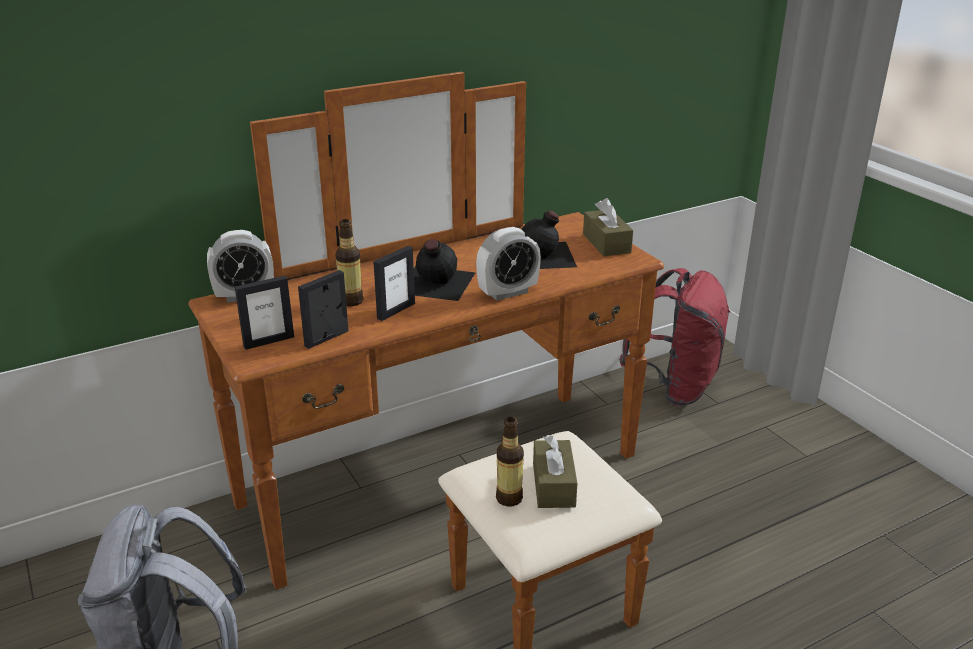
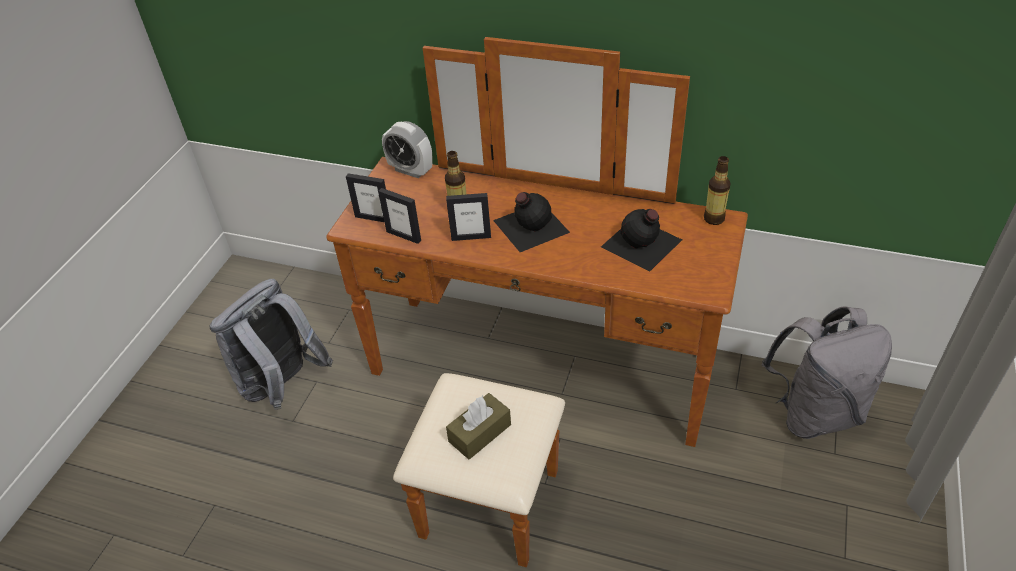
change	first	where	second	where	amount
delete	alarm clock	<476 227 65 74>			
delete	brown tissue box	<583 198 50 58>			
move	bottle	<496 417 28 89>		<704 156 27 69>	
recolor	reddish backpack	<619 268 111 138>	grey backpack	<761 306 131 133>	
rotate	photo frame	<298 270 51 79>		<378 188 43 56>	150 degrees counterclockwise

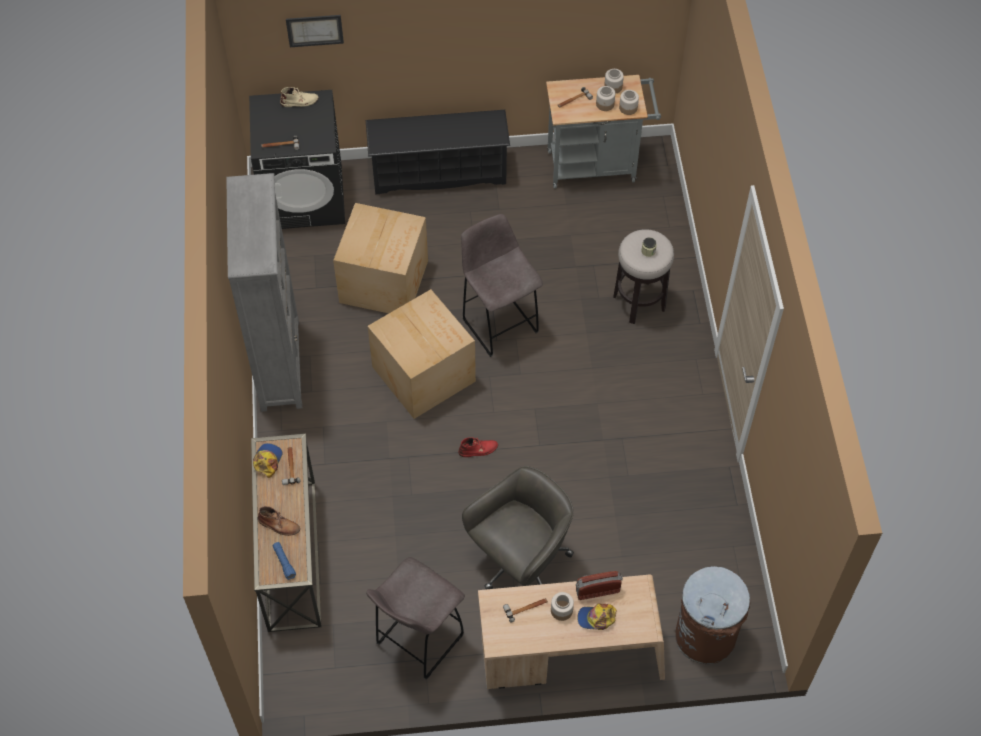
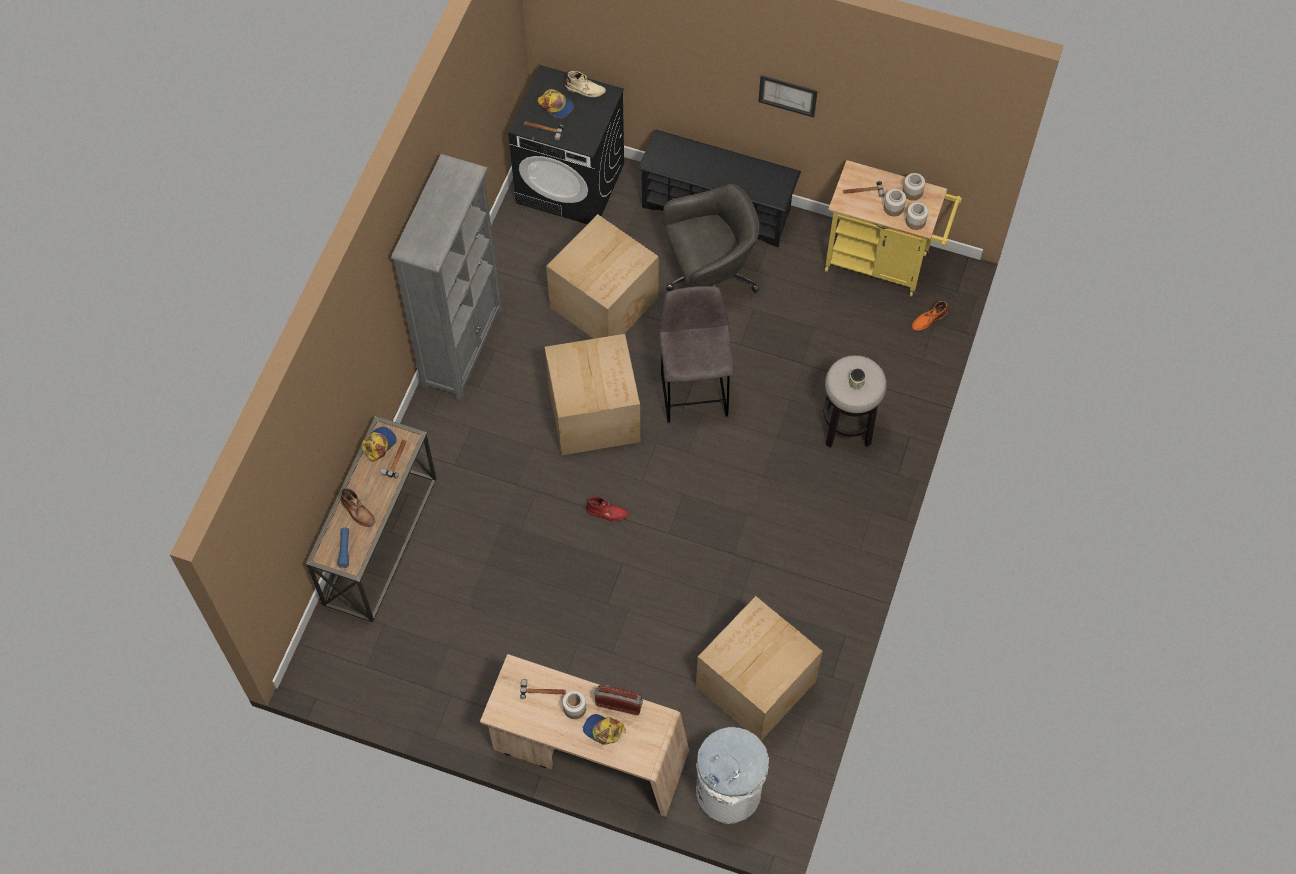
change	first	where	second	where	amount
delete	grey sitting stool	<366 557 99 122>			
insert			baseball cap	<538 89 35 29>	
insert			cardboard box	<696 596 127 145>	
insert			orangey boot	<912 301 36 30>	
move	wall picture	<286 15 58 32>		<758 75 60 43>	
move	grey desk chair	<462 466 112 123>		<663 184 97 109>	
recolor	grey wheeled cart	<546 75 115 114>	yellow-coloured wheeled cart	<825 160 137 137>	
recolor	brown rubbish bin	<675 566 75 98>	white-coloured rubbish bin	<696 727 73 97>	

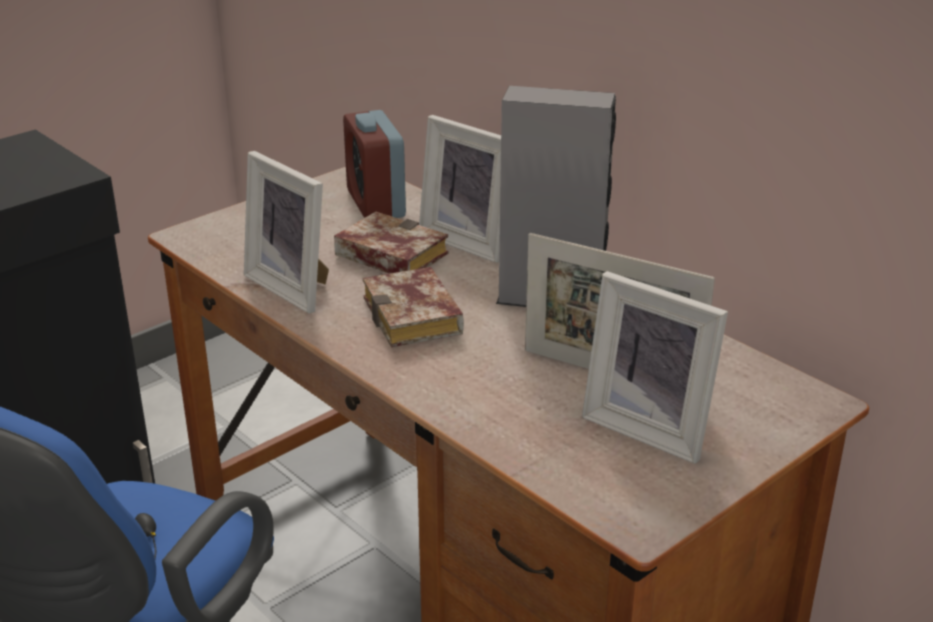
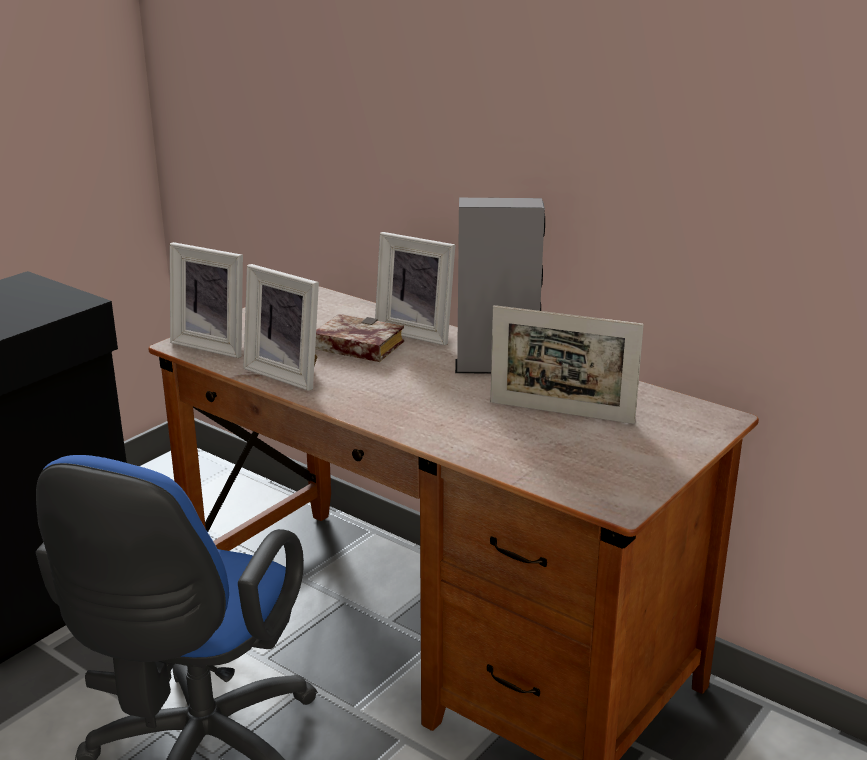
change	first	where	second	where	amount
delete	alarm clock	<343 110 63 108>			
delete	book	<363 267 101 80>			
move	photo frame	<582 271 146 193>		<170 242 73 116>	

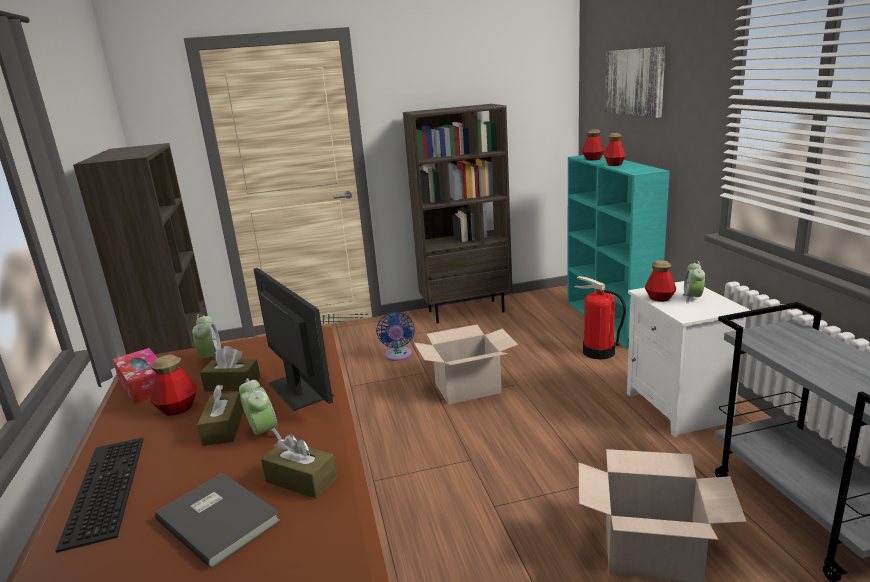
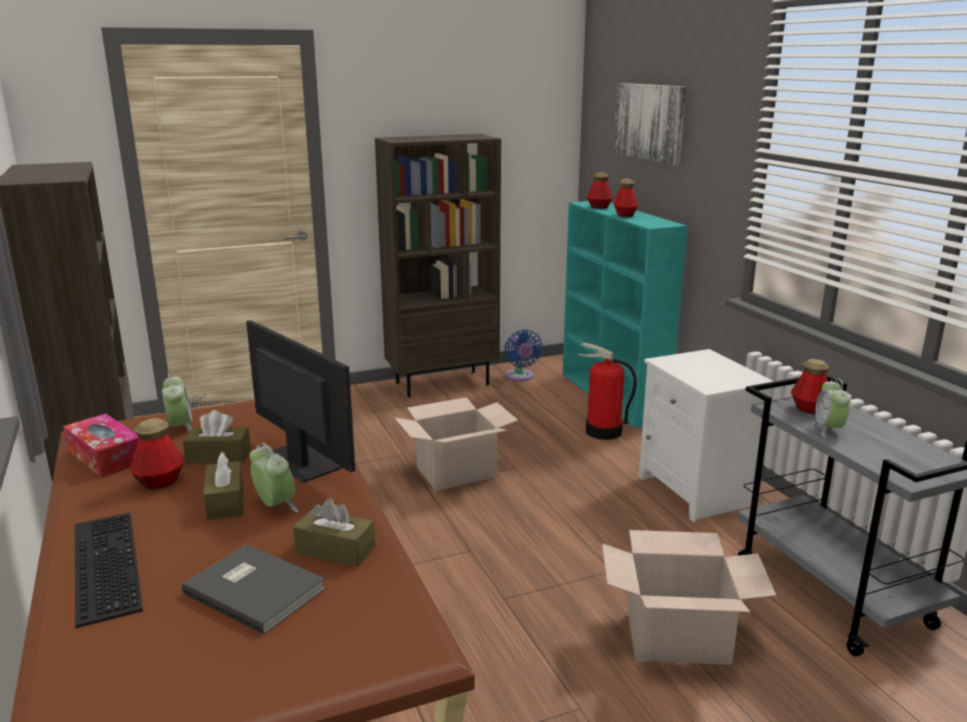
change	first	where	second	where	amount
move	blue-coloured cooling fan	<376 312 39 49>		<504 330 39 51>	
move	bottle	<645 260 31 42>		<791 359 39 55>	
move	alarm clock	<683 261 22 43>		<812 378 38 60>	

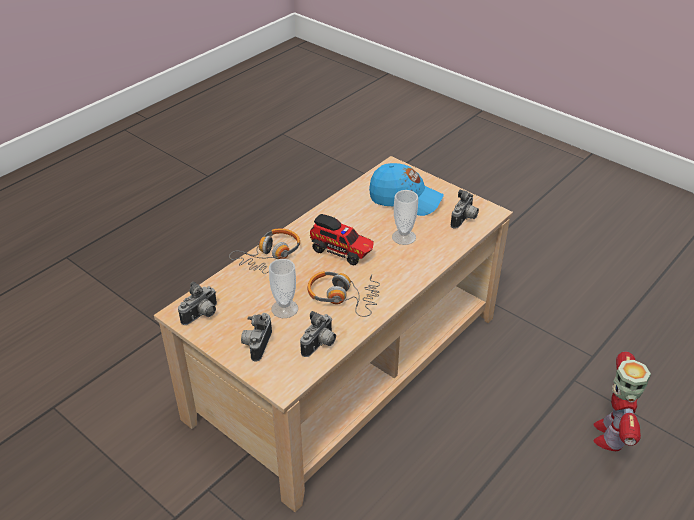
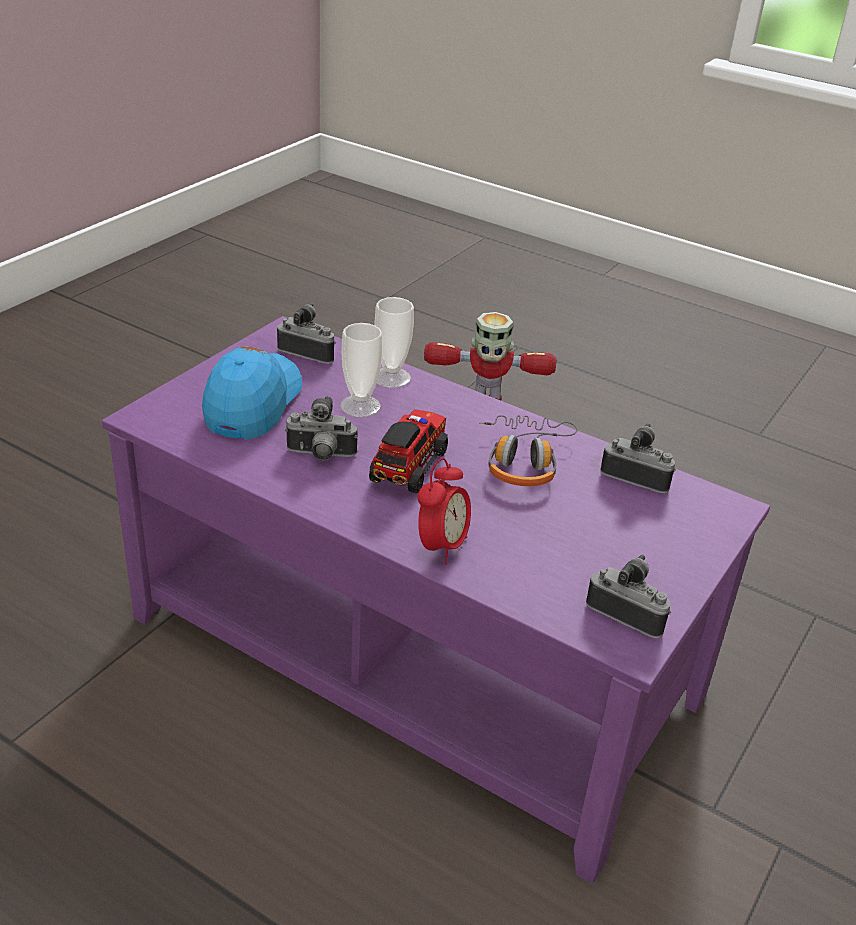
change	first	where	second	where	amount
move	still camera	<241 313 31 48>		<285 396 73 64>	
move	small cup	<269 259 29 59>		<374 297 40 91>	
replace	headset	<229 229 71 45>	alarm clock	<417 458 54 107>	
recolor	beige-coloured lounge table	<154 156 359 356>	purple lounge table	<102 316 668 568>	

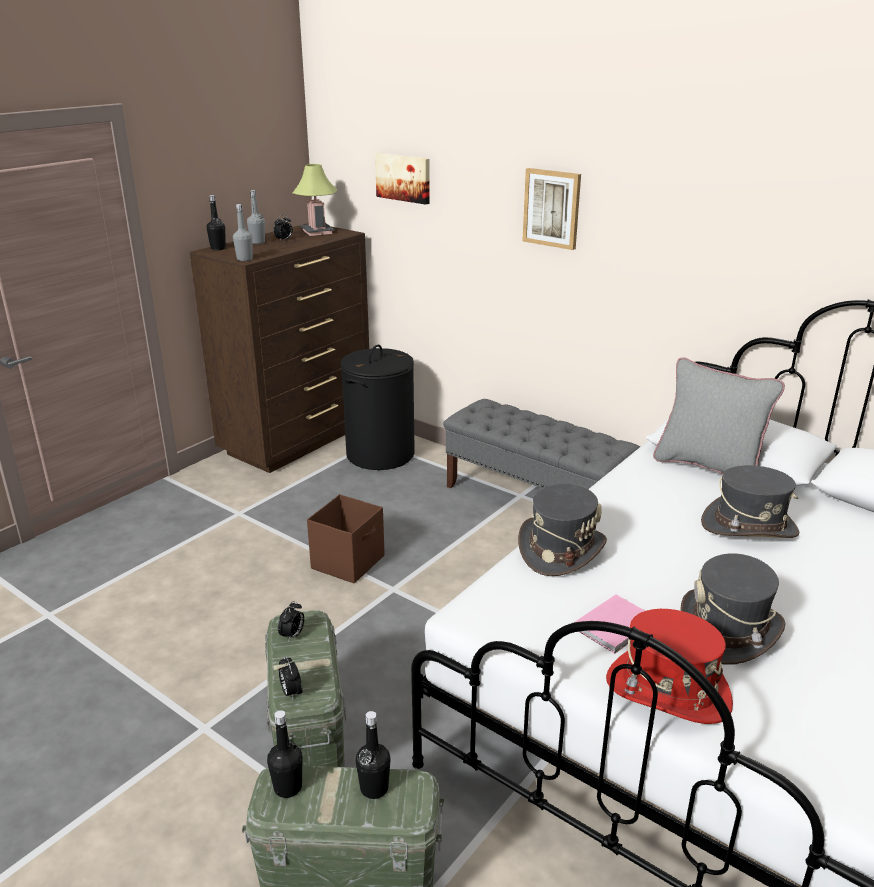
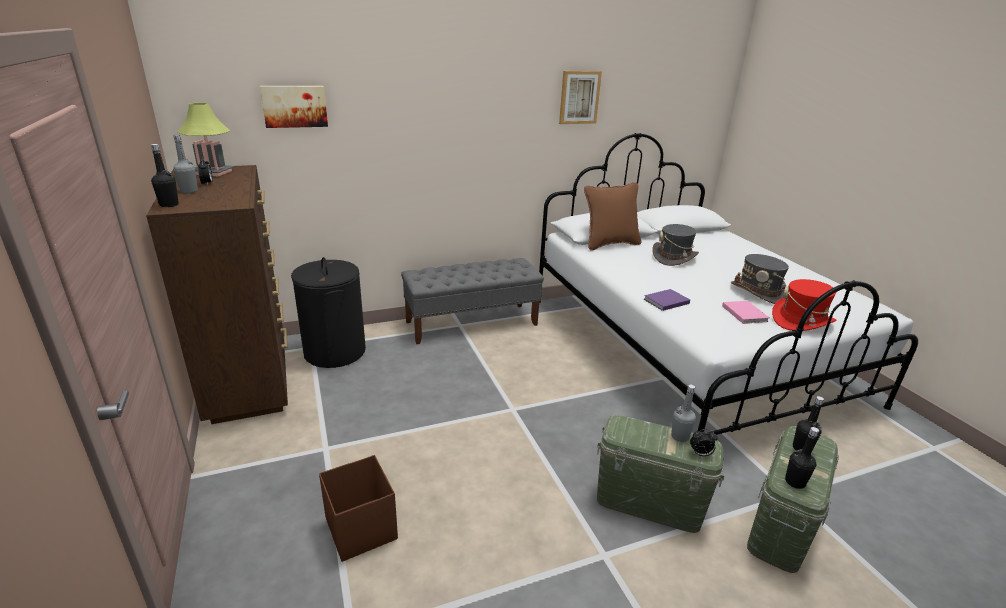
change	first	where	second	where	amount
delete	alarm clock	<278 601 26 39>			
move	grey bottle	<233 204 20 57>		<671 385 25 57>	
move	brown storage box	<307 495 78 88>		<319 455 79 107>	
move	wall picture	<522 168 59 82>		<559 71 43 53>	
replace	grey wearable hat	<518 484 89 92>	purple book	<644 289 46 22>	
recolor	grey pillow	<653 357 132 117>	brown pillow	<584 182 57 69>	

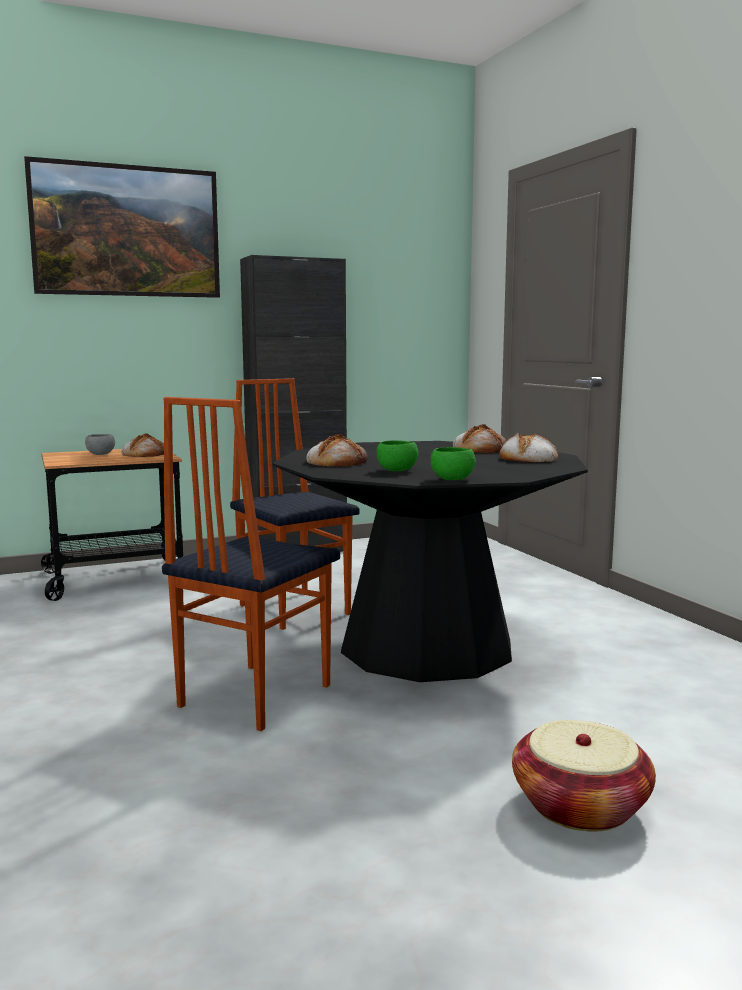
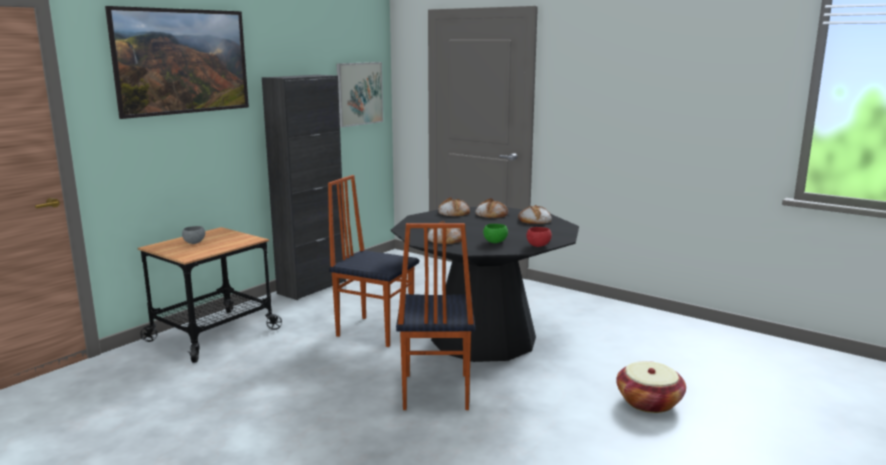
change	first	where	second	where	amount
insert			wall picture	<337 62 46 65>	
move	bread	<121 433 43 24>		<438 197 32 19>	
recolor	green-coloured bowl	<431 447 45 33>	reddish bowl	<526 227 26 20>	

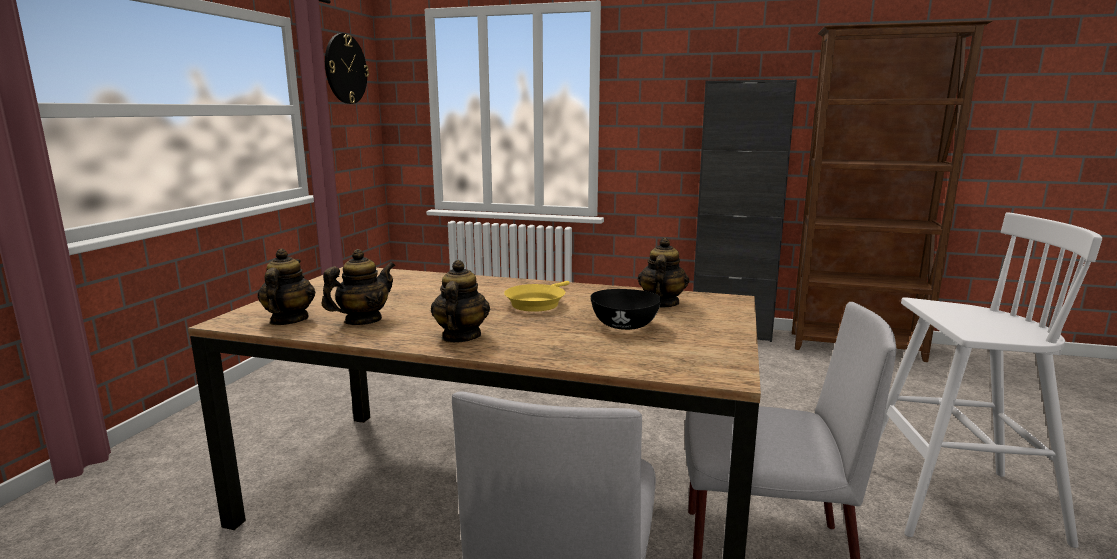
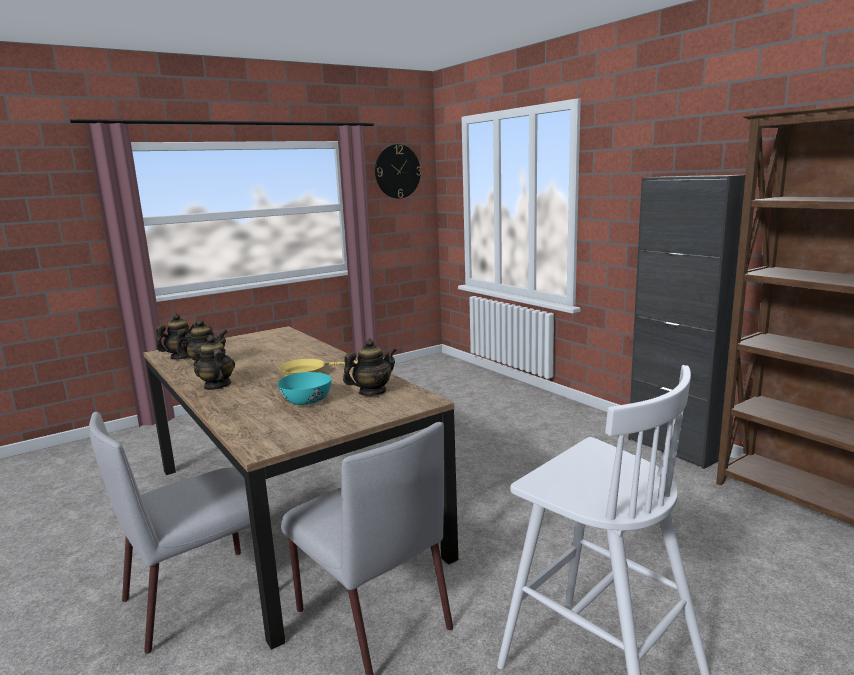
change	first	where	second	where	amount
recolor	black-coloured bowl	<591 289 70 41>	turquoise-coloured bowl	<277 372 55 33>	
rotate	teapot	<431 260 59 83>		<194 335 41 55>	75 degrees counterclockwise

